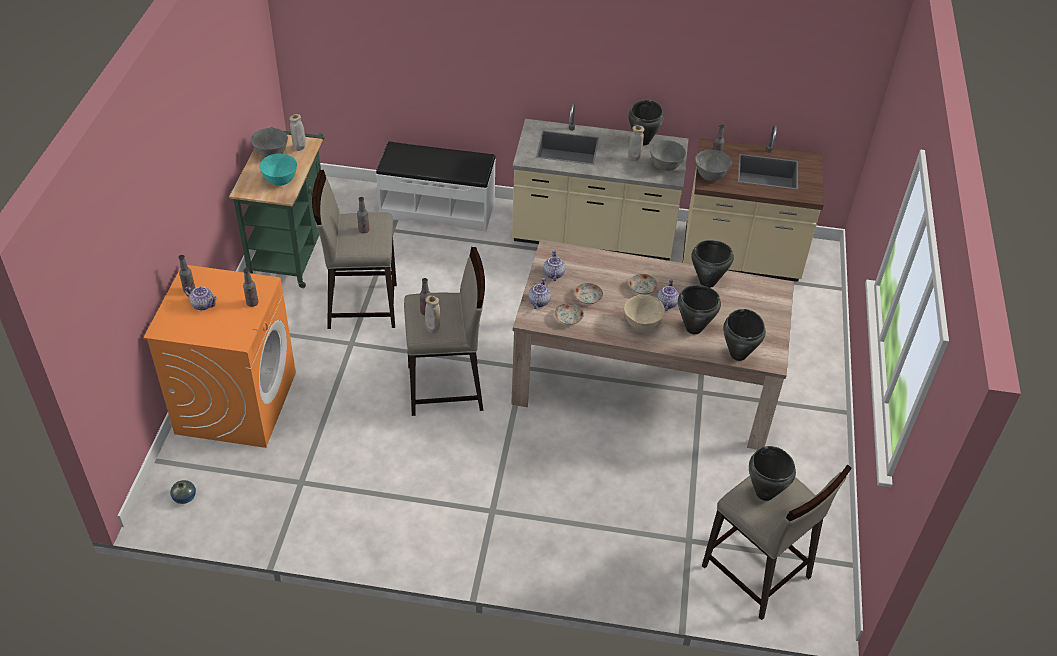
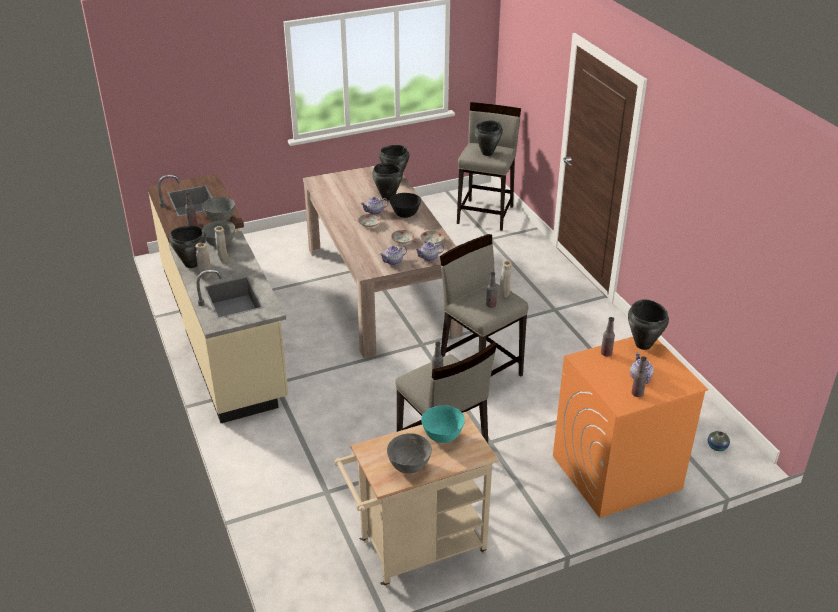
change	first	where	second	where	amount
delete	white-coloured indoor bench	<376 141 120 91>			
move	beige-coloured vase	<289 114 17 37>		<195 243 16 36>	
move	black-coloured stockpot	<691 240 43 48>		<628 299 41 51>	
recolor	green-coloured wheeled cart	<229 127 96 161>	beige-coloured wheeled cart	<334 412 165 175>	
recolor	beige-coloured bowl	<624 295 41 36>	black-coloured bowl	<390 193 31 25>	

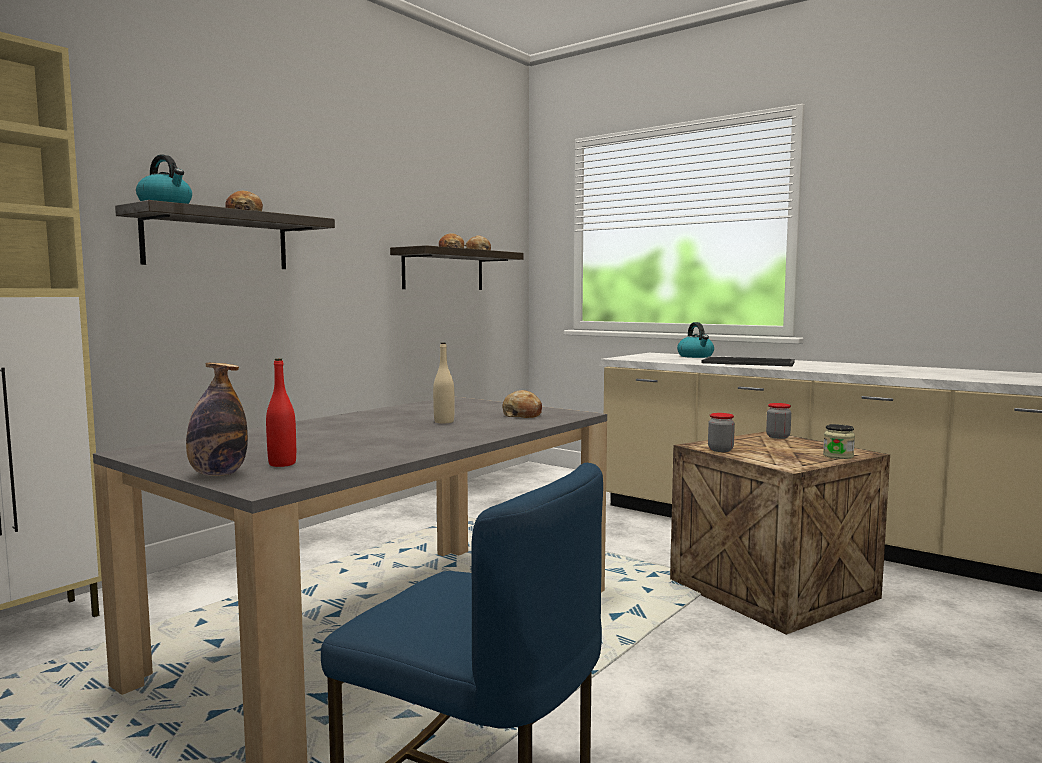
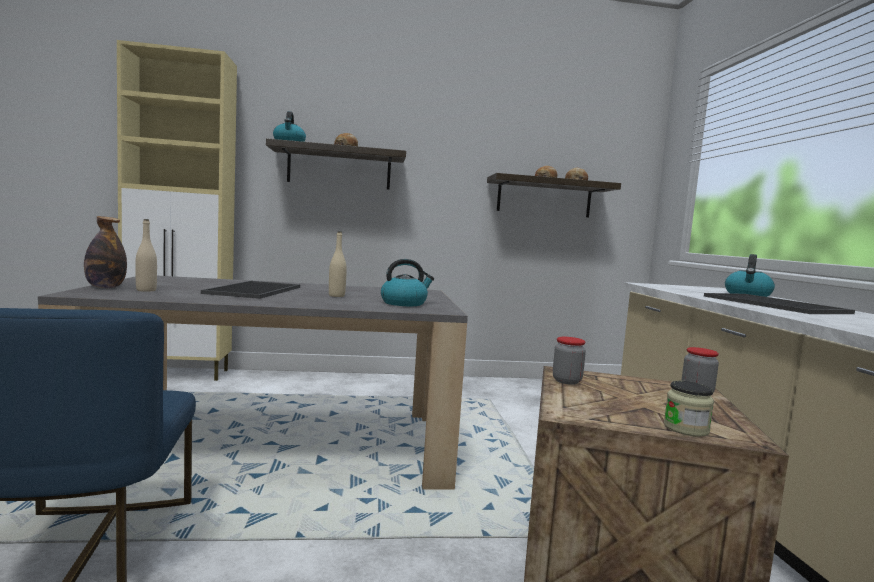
change	first	where	second	where	amount
insert			serving tray	<201 281 99 18>	
replace	bread	<502 390 40 28>	water kettle	<381 259 53 47>	
recolor	reddish bottle	<266 358 30 109>	beige-coloured bottle	<135 219 22 73>	

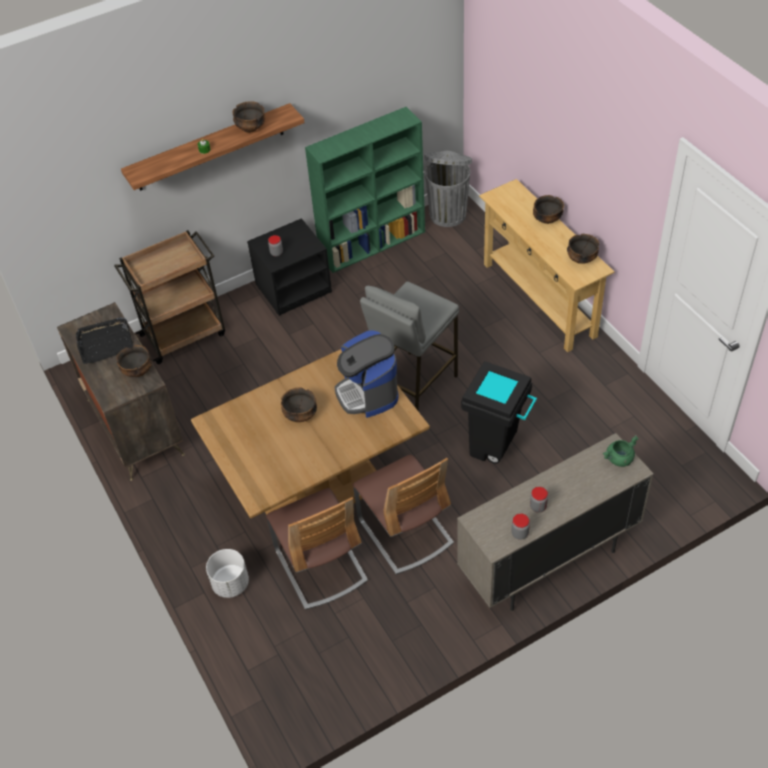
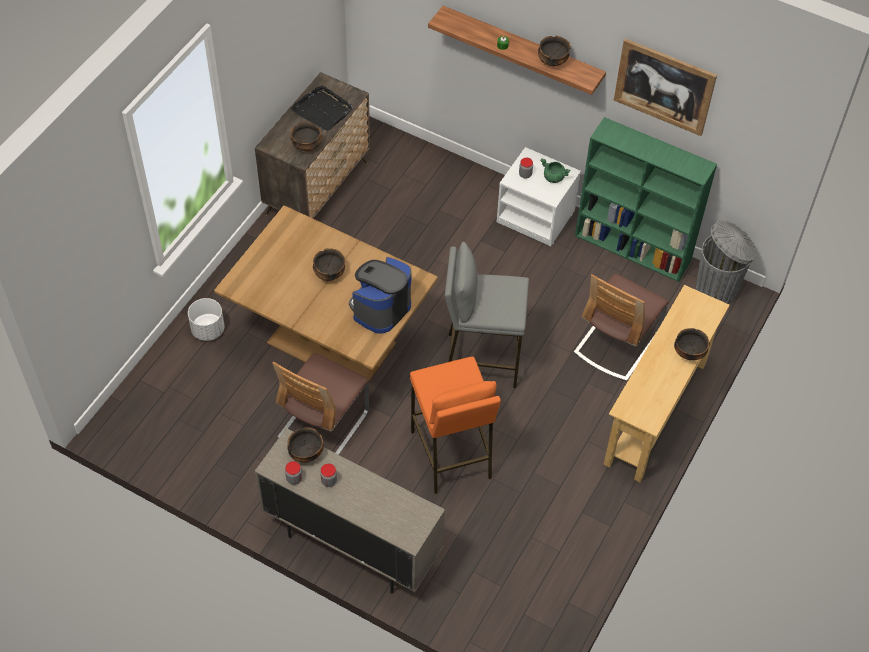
change	first	where	second	where	amount
delete	brown wheeled cart	<114 230 111 134>			
insert			wall picture	<614 39 103 97>	
move	upright chair	<266 488 102 122>		<574 274 95 107>	
move	bowl	<567 234 32 30>		<287 427 37 36>	
move	green-coloured stockpot	<603 435 36 32>		<540 158 30 25>	
replace	black-coloured rubbish bin	<461 361 76 103>	orangey sitting stool	<410 357 91 137>	
recolor	black-coloured nightstand	<247 218 85 98>	white-coloured nightstand	<497 147 84 99>	

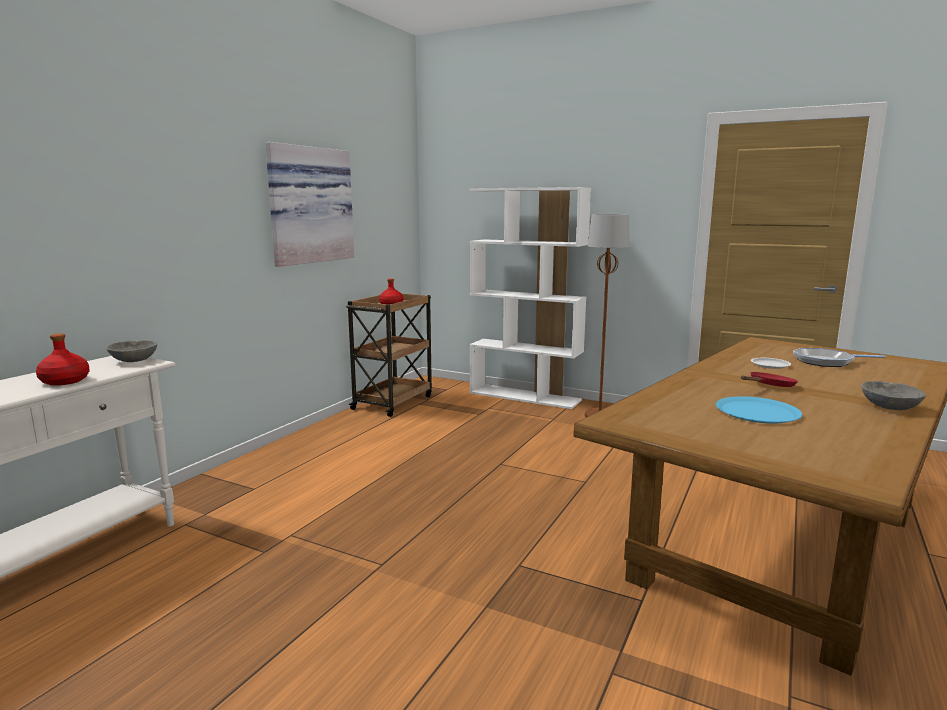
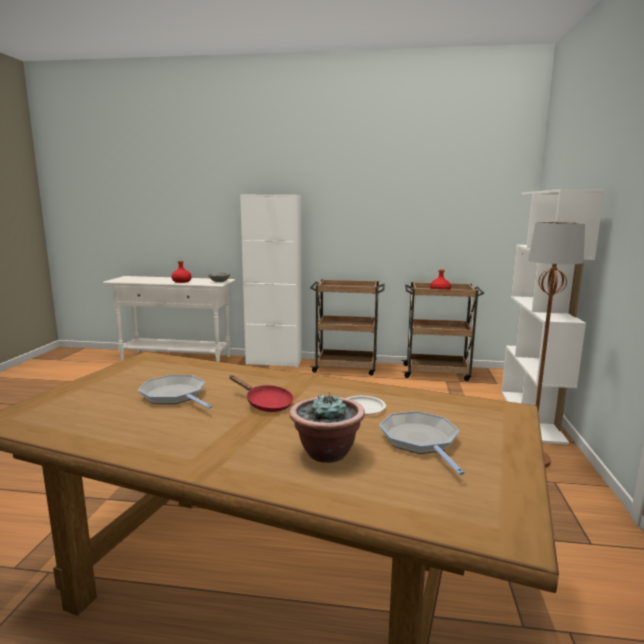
change	first	where	second	where	amount
delete	wall picture	<265 142 89 125>			
delete	grey bowl	<861 381 65 29>			
insert			white-coloured cupboard	<240 195 62 172>	
insert			houseplant	<289 393 76 70>	
insert			brown wheeled cart	<310 279 75 97>	
replace	blue-coloured plate	<716 396 86 28>	pan	<138 375 74 34>	

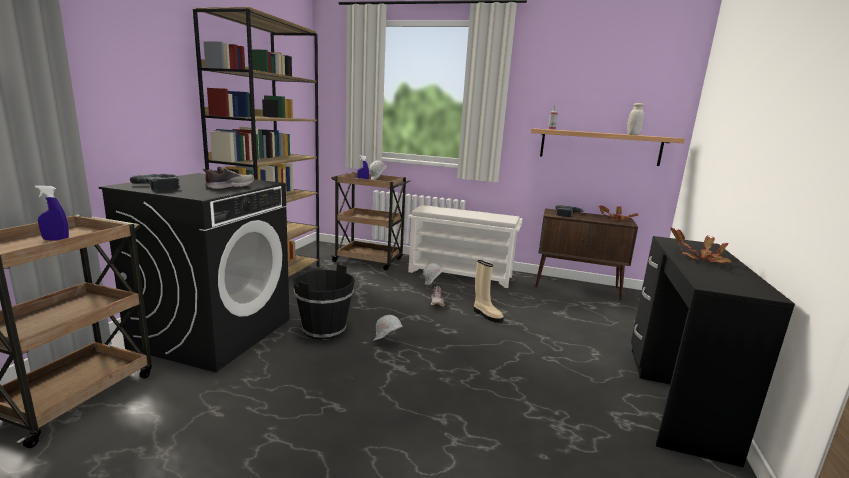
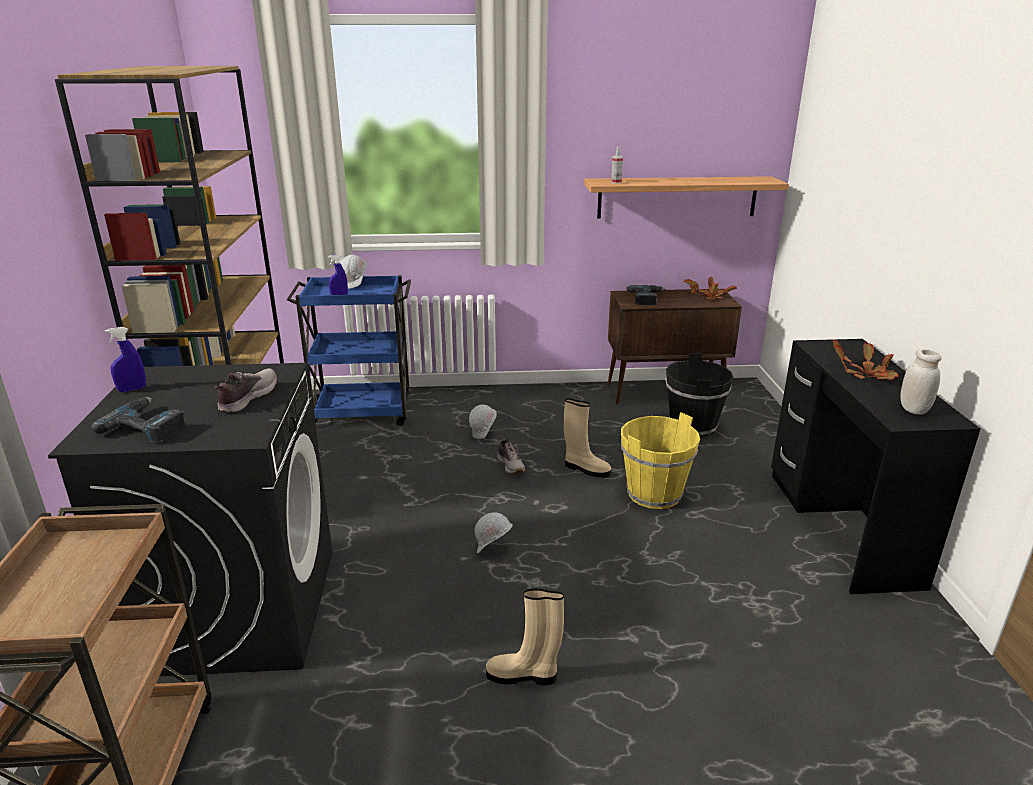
change	first	where	second	where	amount
delete	white-coloured shoe stand	<408 205 115 83>			
insert			beige-coloured boot	<486 588 78 97>	
insert			yellow-coloured bucket	<621 412 79 97>	
move	blue-coloured hand sprayer	<35 185 34 56>		<105 327 41 65>	
move	black-coloured bucket	<293 264 62 76>		<665 353 68 84>	
move	white-coloured storage jar	<627 103 17 32>		<901 349 41 66>	
recolor	brown wheeled cart	<331 172 79 98>	blue-coloured wheeled cart	<287 275 124 151>	

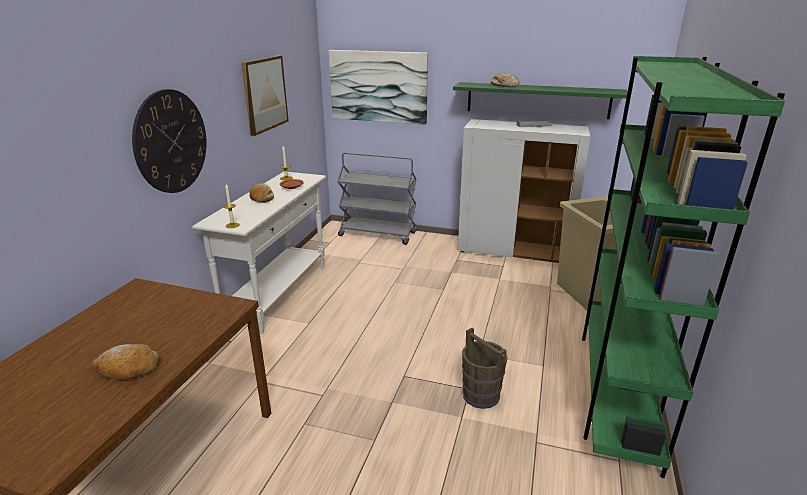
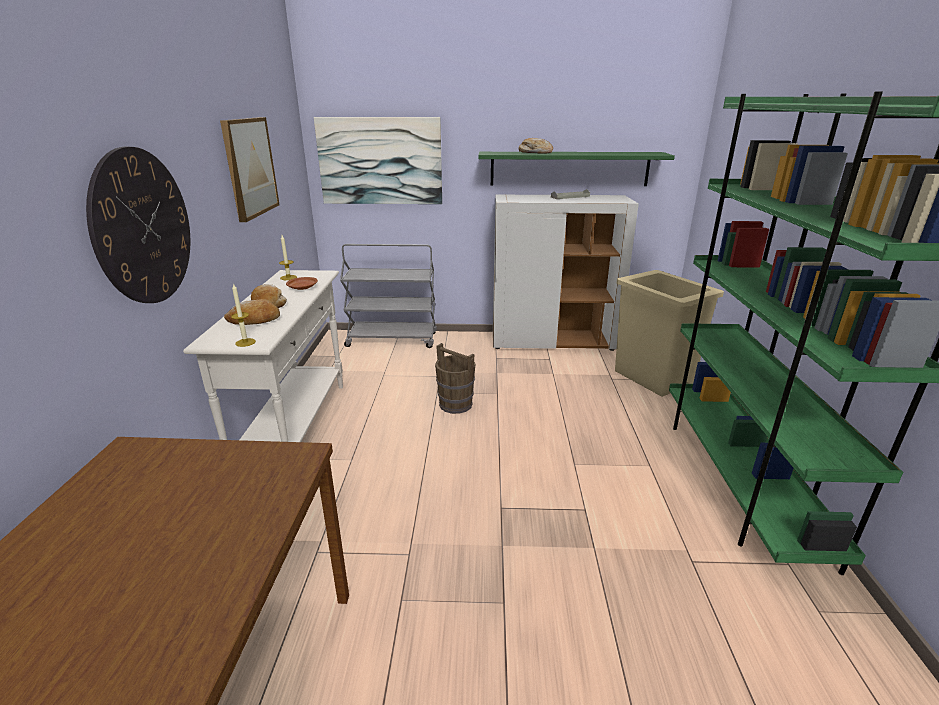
change	first	where	second	where	amount
move	bread	<92 344 68 35>		<224 299 56 26>	
move	brown bucket	<462 328 46 81>		<435 343 40 71>	

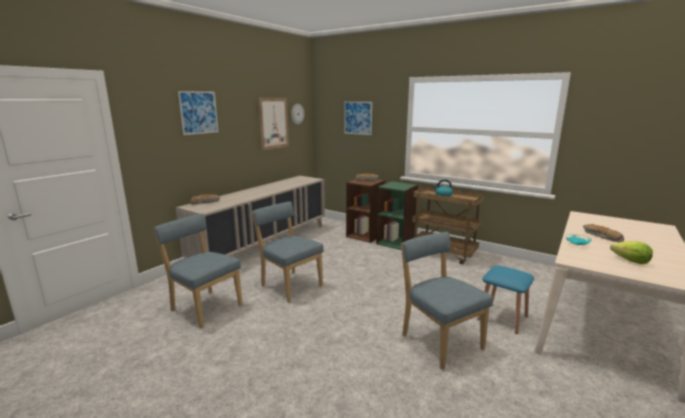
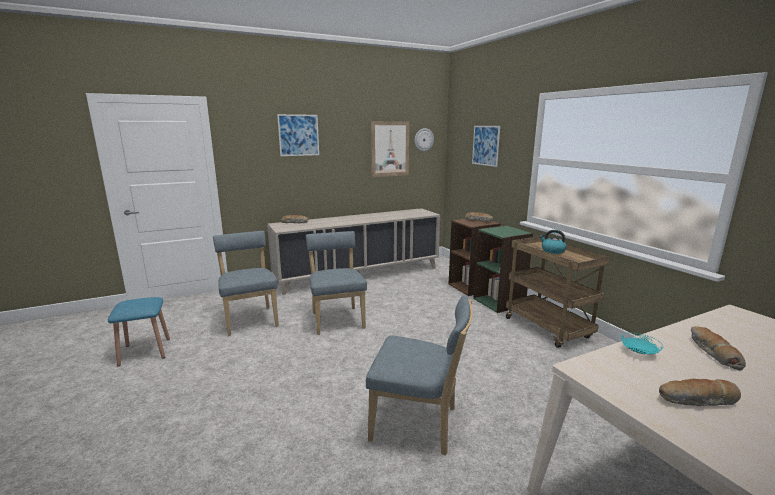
change	first	where	second	where	amount
move	blue-coloured sitting stool	<478 266 56 68>		<108 297 62 69>	
replace	lettuce head	<610 241 43 23>	bread	<659 379 82 27>	
rotate	blue-coloured upright chair	<401 232 92 138>		<366 295 107 160>	105 degrees clockwise

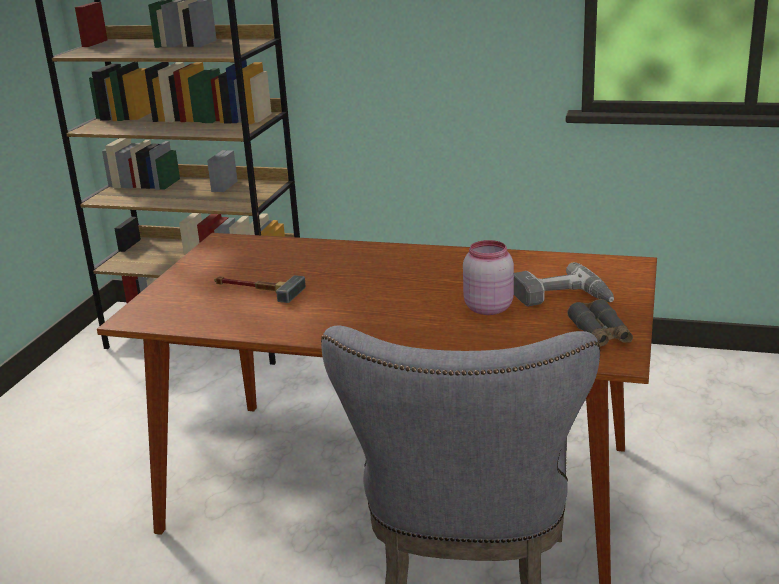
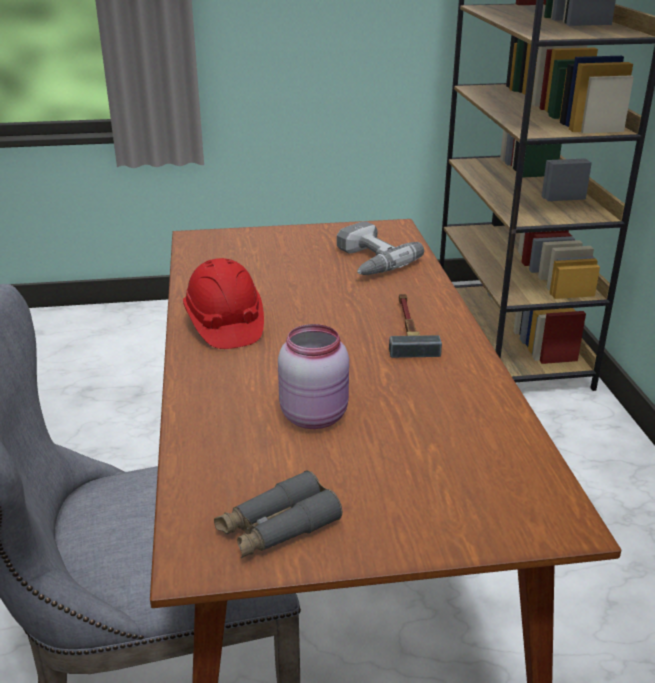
change	first	where	second	where	amount
insert			reddish safety helmet	<183 258 81 91>	
move	hammer	<214 275 92 28>		<389 294 53 64>	
move	drill	<514 262 100 44>		<337 221 87 54>	

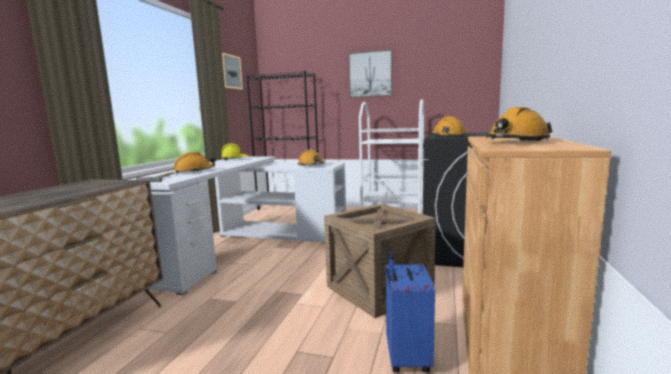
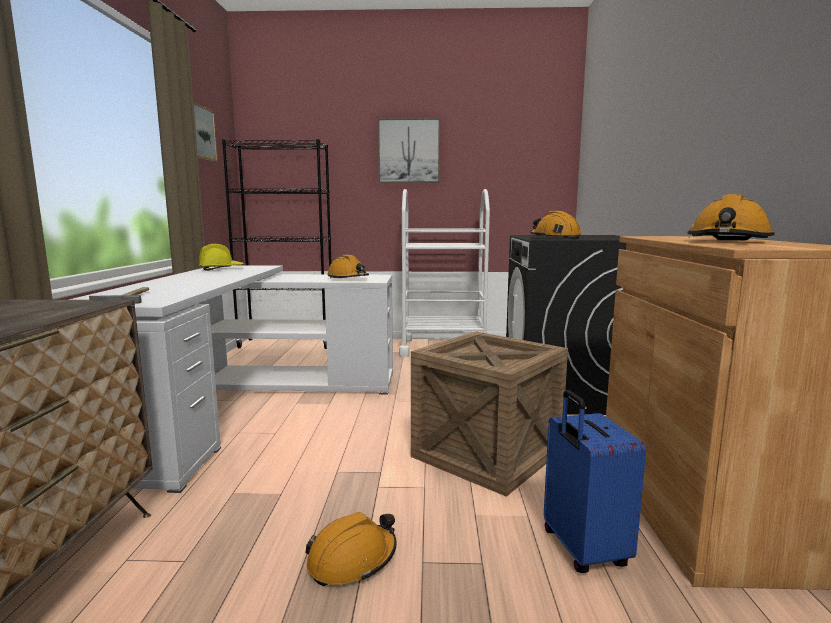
change	first	where	second	where	amount
move	orangey safety helmet	<174 152 42 21>		<306 512 91 74>	

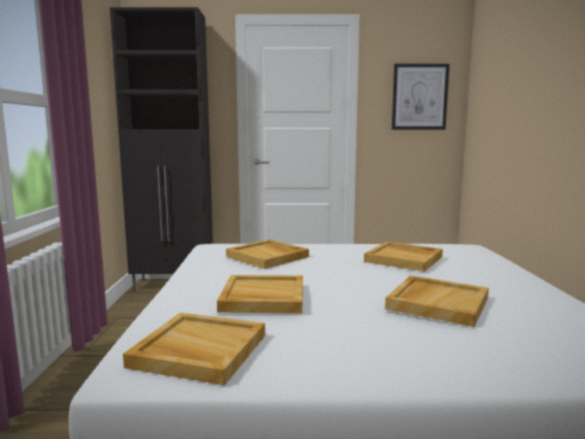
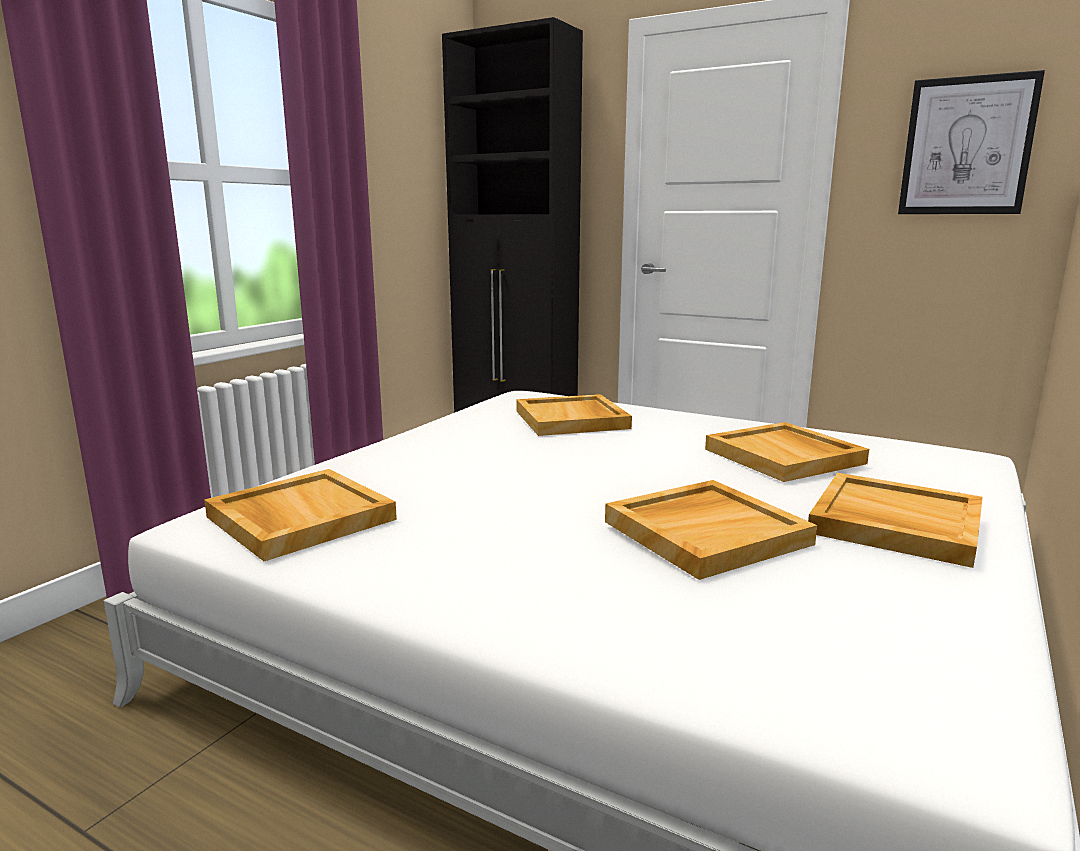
change	first	where	second	where	amount
move	beige-coloured serving tray	<217 275 86 38>		<808 473 174 95>	

